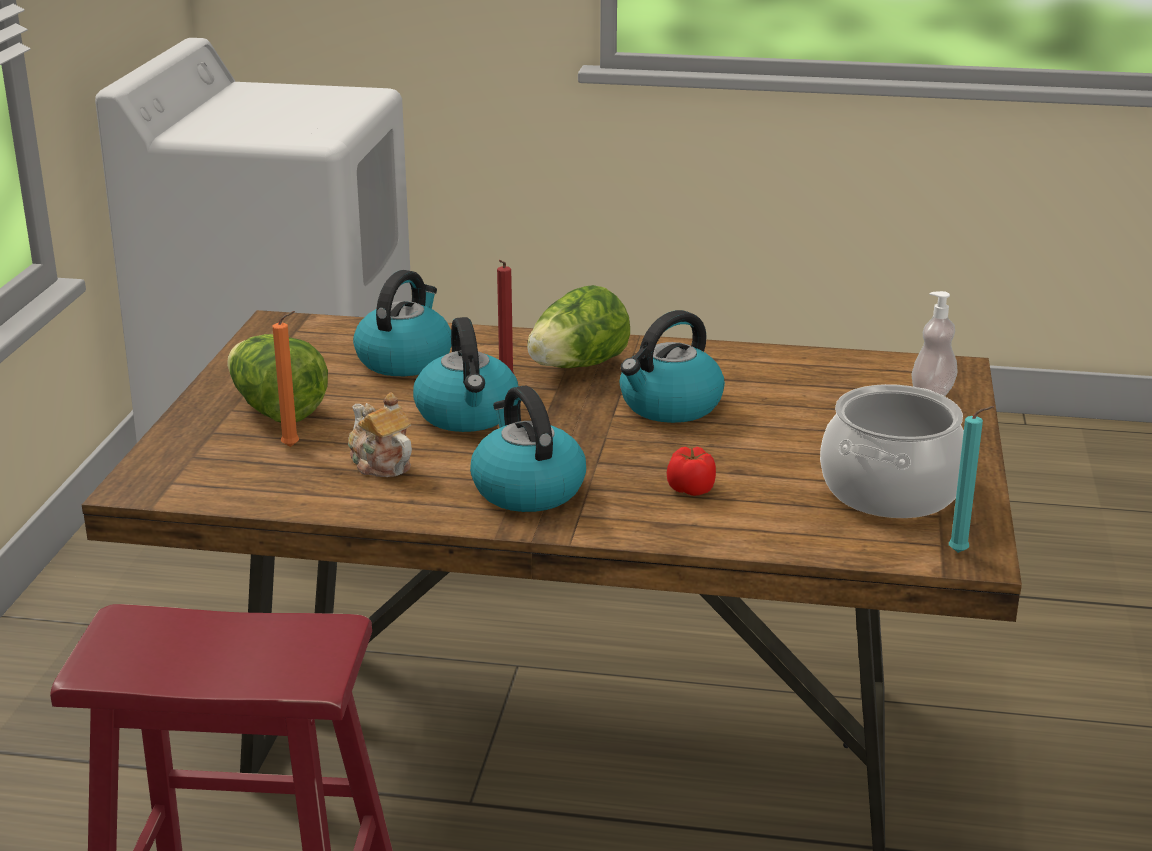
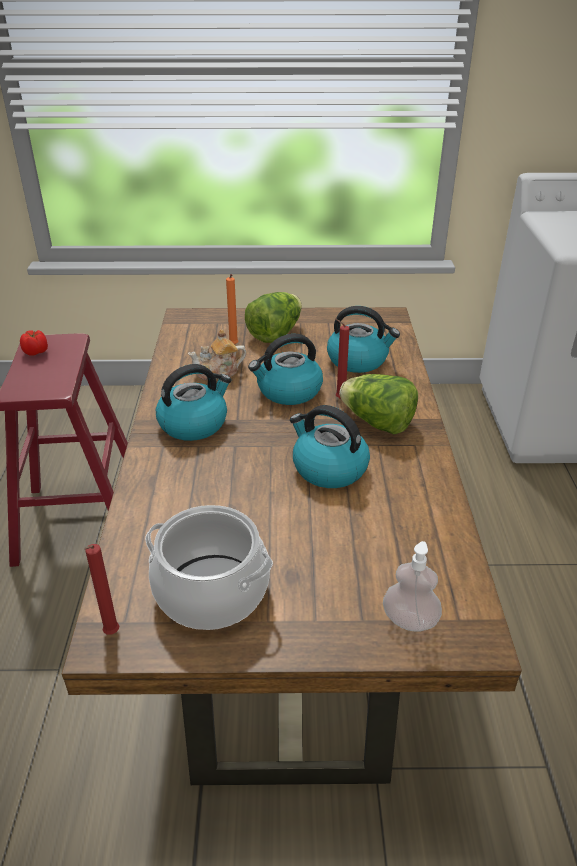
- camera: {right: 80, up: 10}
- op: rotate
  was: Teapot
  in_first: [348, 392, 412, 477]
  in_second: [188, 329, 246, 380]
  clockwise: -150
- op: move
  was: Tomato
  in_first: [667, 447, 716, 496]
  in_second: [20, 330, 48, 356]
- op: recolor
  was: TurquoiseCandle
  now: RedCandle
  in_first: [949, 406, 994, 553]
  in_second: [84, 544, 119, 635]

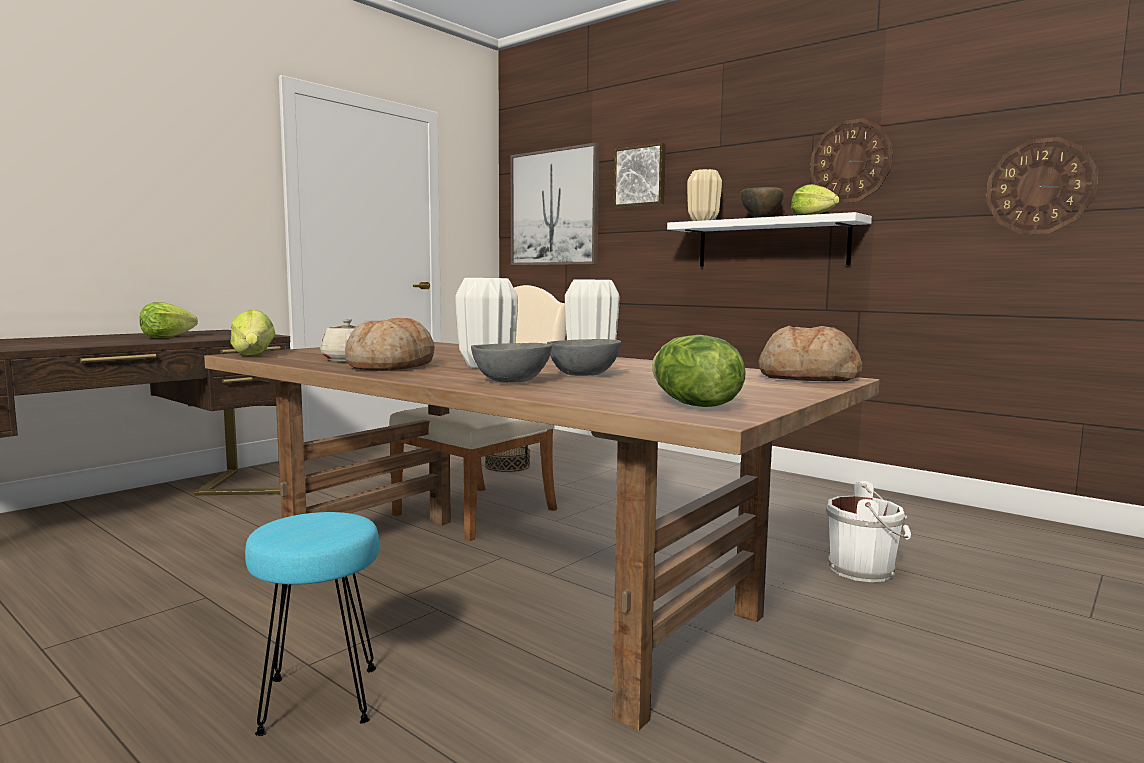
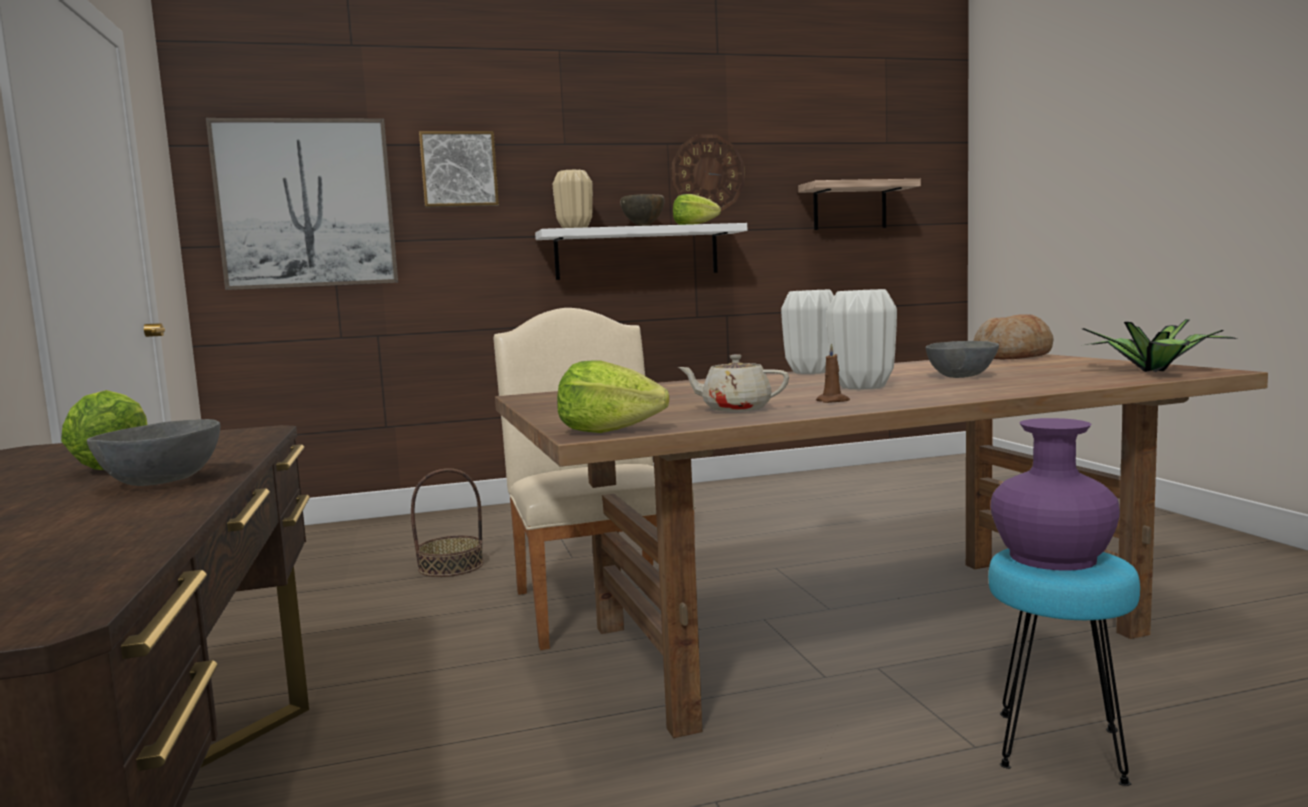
- camera: {right: -55, up: 0}
- op: replace
  was: Bread
  now: BrownCandle
  in_first: [345, 318, 435, 371]
  in_second: [816, 343, 850, 403]
- op: move
  was: GreyBowl
  in_first: [471, 343, 552, 382]
  in_second: [87, 419, 220, 486]
- op: replace
  was: Lettuce
  now: PottedPlant
  in_first: [652, 335, 746, 407]
  in_second: [1081, 319, 1237, 372]
- op: delete
  was: WhiteBucket
  in_first: [826, 481, 911, 582]
- op: replace
  was: WallClock
  now: Shelf
  in_first: [986, 137, 1099, 235]
  in_second: [798, 179, 921, 230]
- op: insert
  now: PurpleVase
  in_second: [990, 418, 1120, 571]

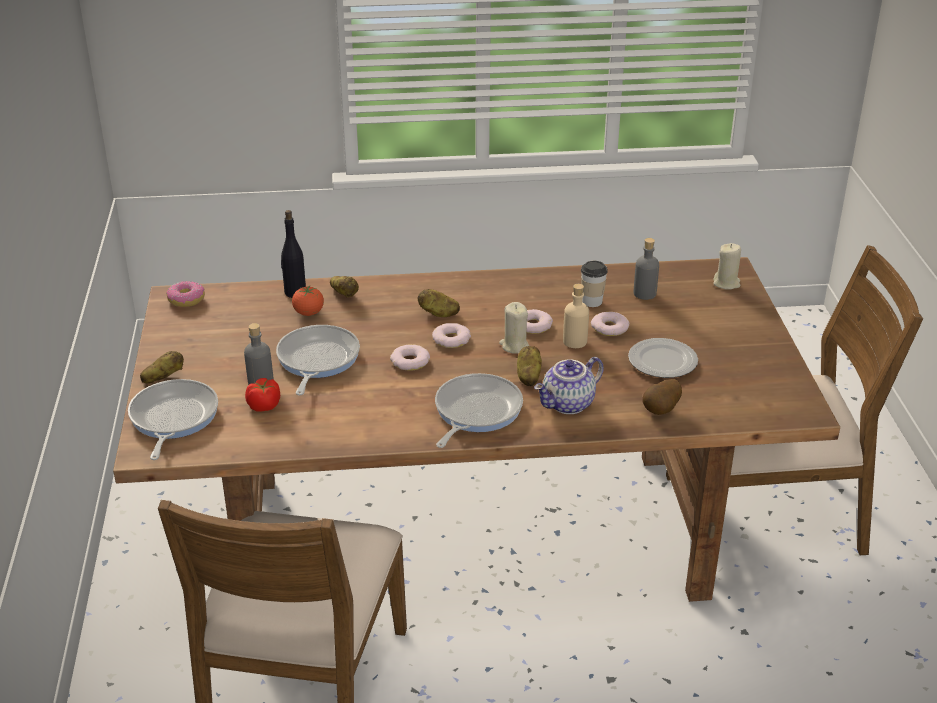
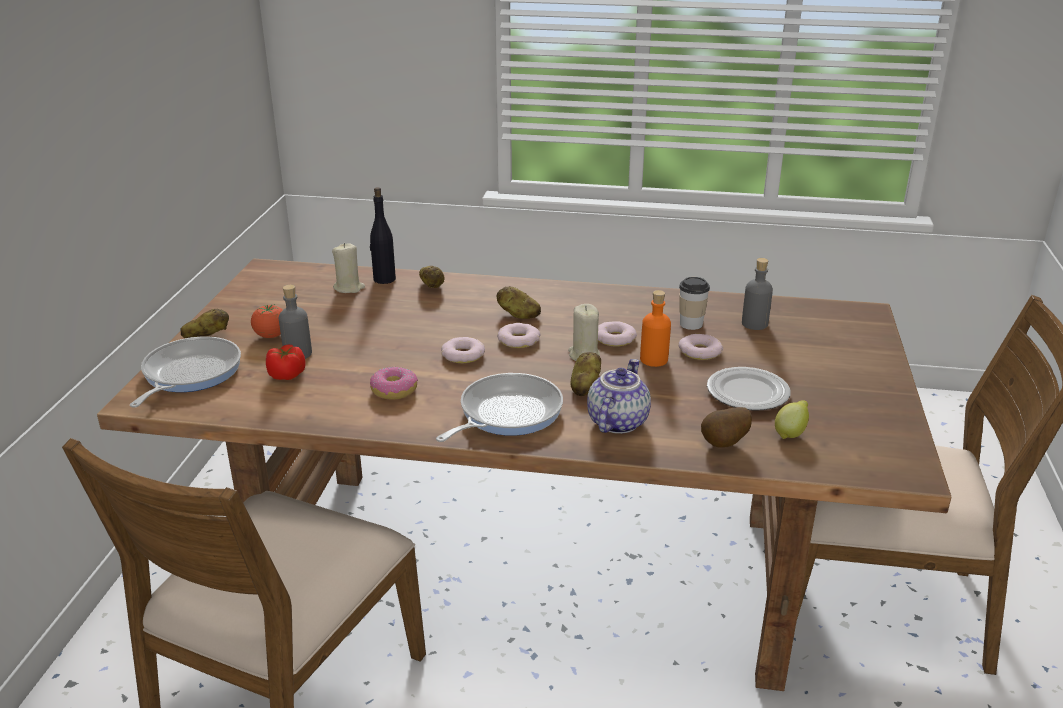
- camera: {right: 15, up: -5}
- op: move
  was: Donut
  in_first: [166, 281, 205, 307]
  in_second: [370, 366, 418, 400]
- op: delete
  was: FryingPan
  in_first: [276, 325, 360, 396]
- op: move
  was: Tomato
  in_first: [292, 285, 324, 316]
  in_second: [251, 304, 283, 338]
- op: rotate
  was: Teapot
  in_first: [534, 357, 604, 414]
  in_second: [587, 359, 651, 434]
  clockwise: 135
- op: recolor
  was: BeigeBottle
  now: OrangeBottle
  in_first: [563, 284, 589, 348]
  in_second: [640, 290, 671, 367]
- op: move
  was: BeigeCandle
  in_first: [713, 243, 741, 289]
  in_second: [332, 243, 365, 293]
- op: insert
  now: Lemon
  in_second: [775, 400, 809, 439]

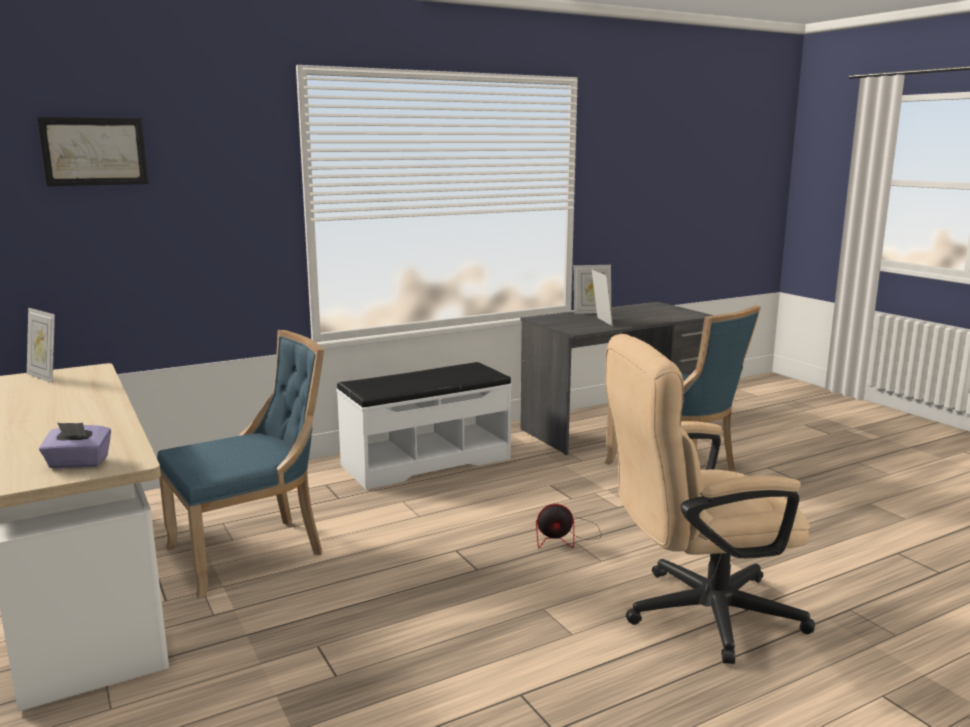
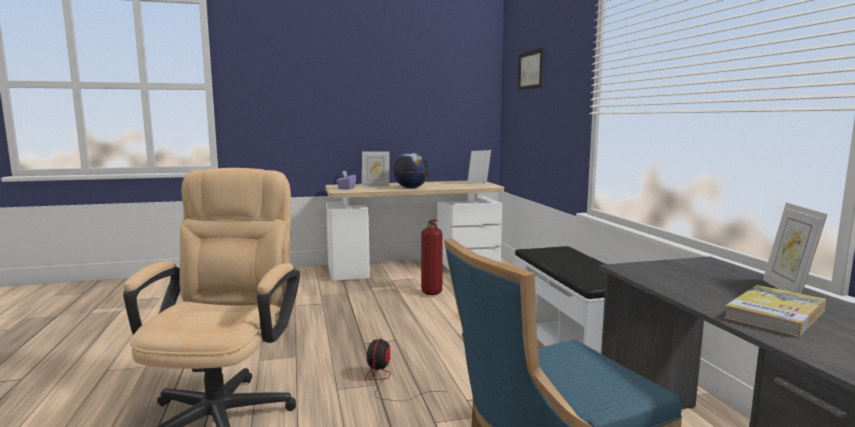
- camera: {right: 105, up: -5}
- op: replace
  was: BlueChair
  now: FireExtinguisher
  in_first: [157, 330, 324, 598]
  in_second: [421, 219, 443, 295]
- op: move
  was: PictureFrame
  in_first: [592, 270, 613, 326]
  in_second: [362, 151, 390, 186]
- op: insert
  now: Globe
  in_second: [393, 153, 429, 188]
- op: insert
  now: Book
  in_second: [724, 285, 826, 337]

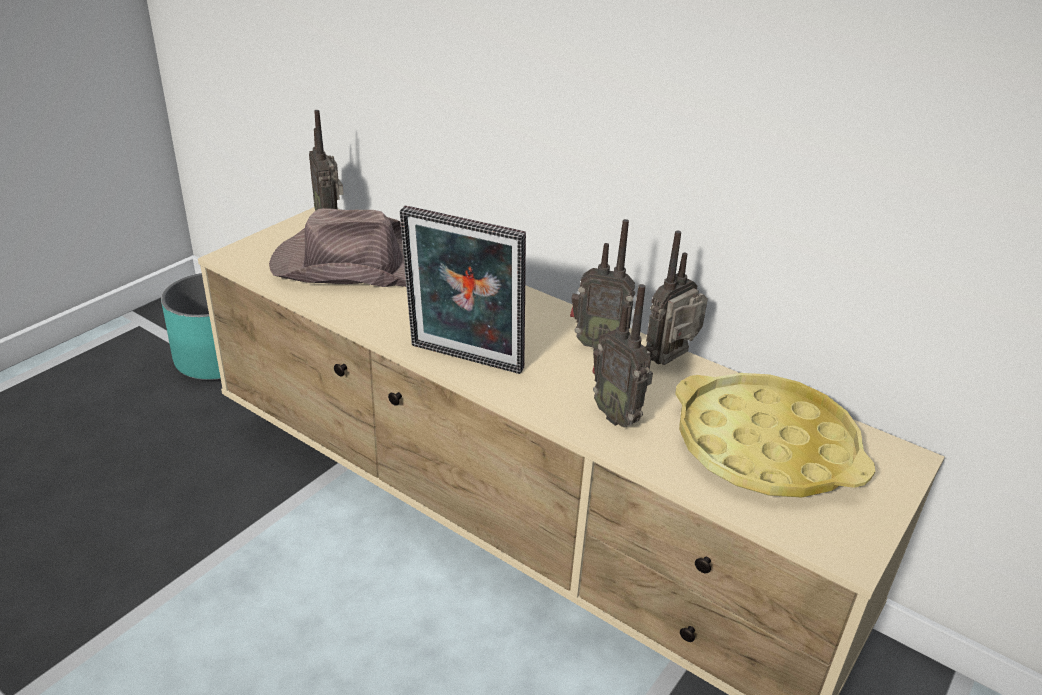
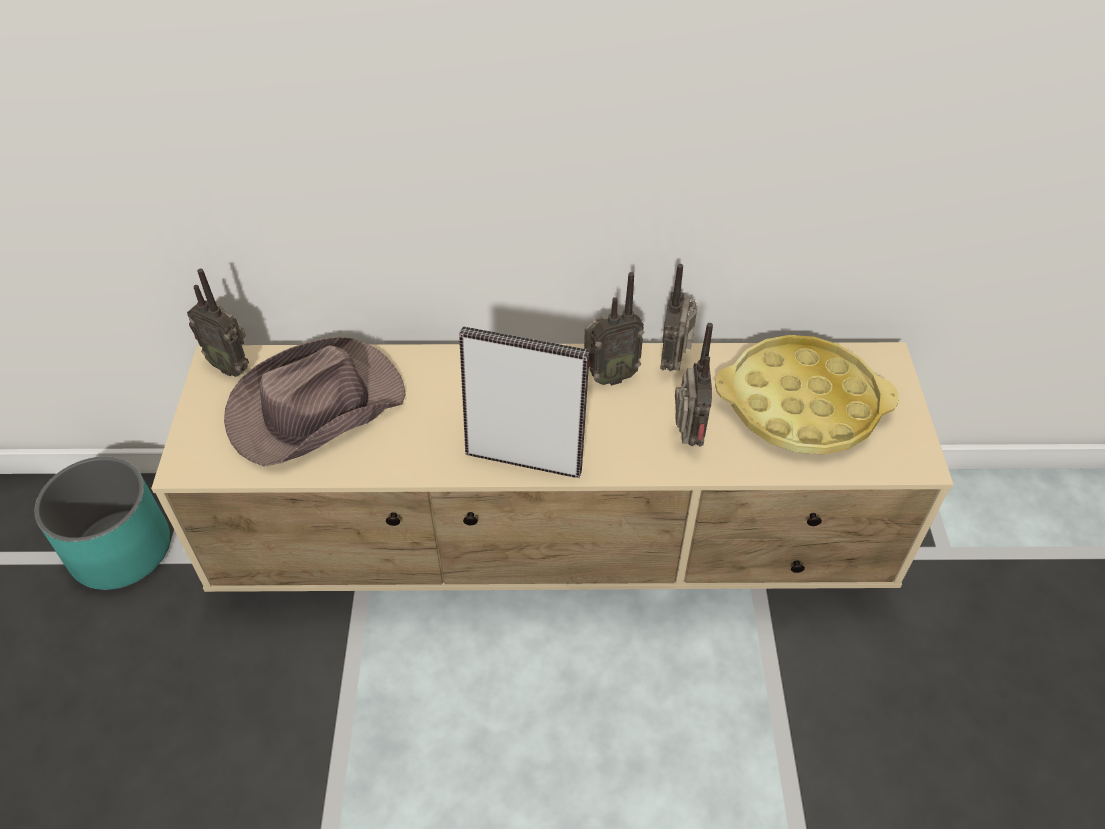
- camera: {right: -35, up: 15}
- op: rotate
  was: PictureFrame
  in_first: [400, 206, 526, 374]
  in_second: [459, 327, 590, 478]
  clockwise: -150
- op: rotate
  was: Radio
  in_first: [592, 284, 653, 427]
  in_second: [675, 323, 713, 447]
  clockwise: -105

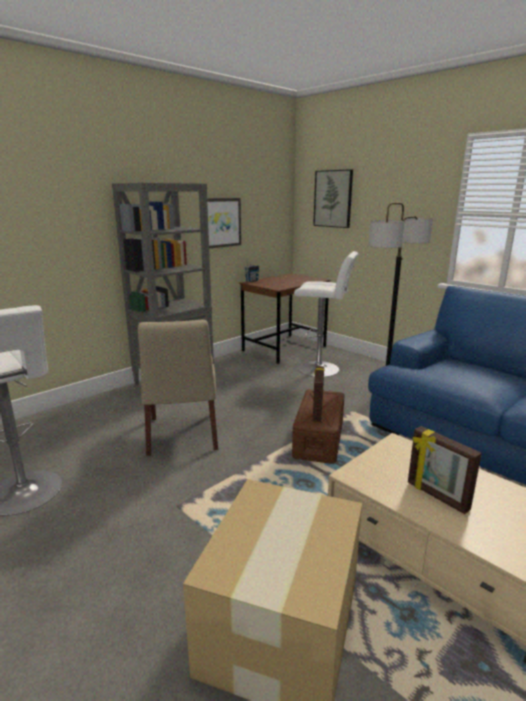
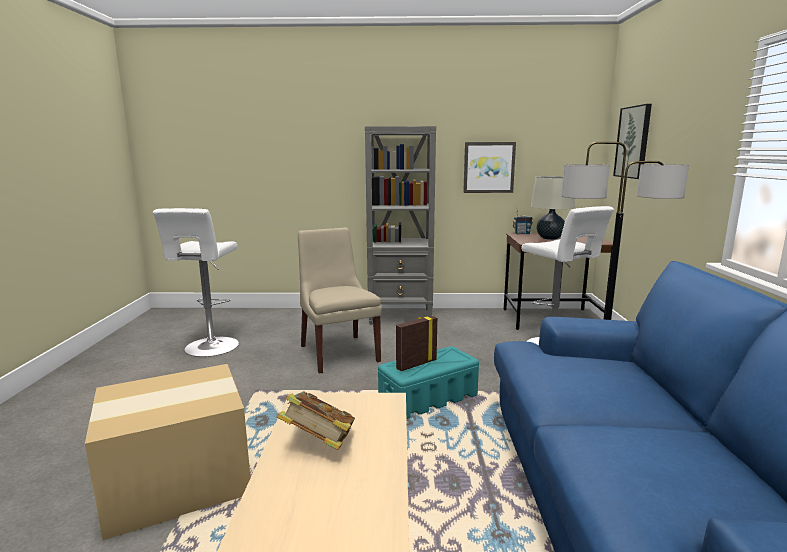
- camera: {right: 45, up: -5}
- op: rotate
  was: BeigeChair
  in_first: [138, 320, 218, 456]
  in_second: [298, 227, 382, 374]
  clockwise: 120
- op: recolor
  was: BrownStorageBox
  now: TurquoiseStorageBox
  in_first: [292, 389, 345, 464]
  in_second: [378, 346, 479, 419]
- op: replace
  was: PictureFrame
  now: Book
  in_first: [408, 426, 482, 514]
  in_second: [276, 391, 355, 450]
- op: insert
  now: BeigeTableLamp
  in_second: [531, 176, 575, 240]

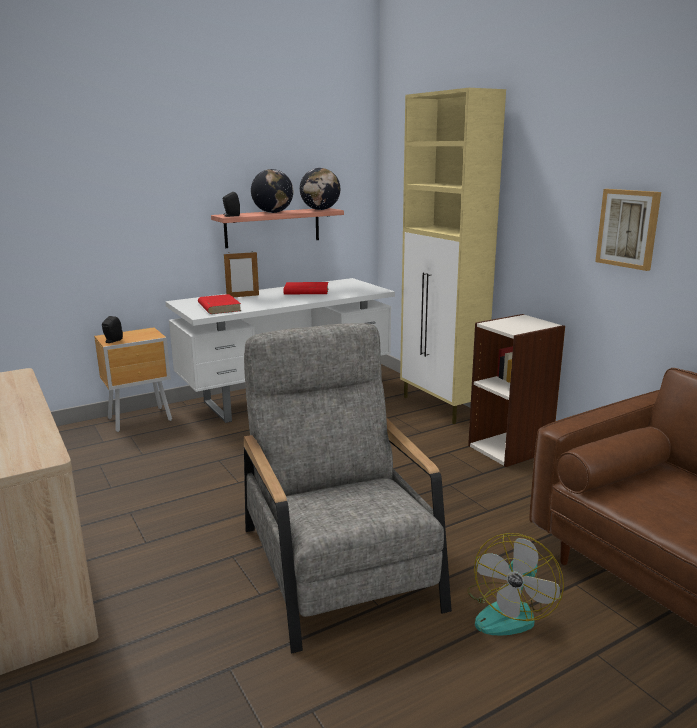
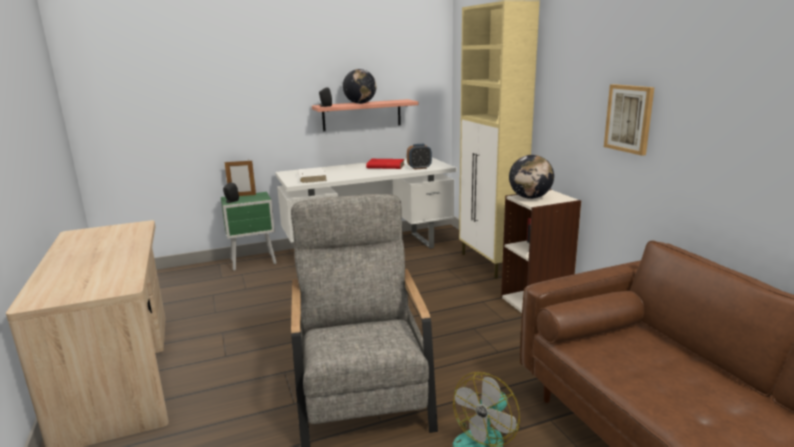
- camera: {right: 10, up: 0}
- op: recolor
  was: BrownNightstand
  now: GreenNightstand
  in_first: [94, 327, 172, 432]
  in_second: [221, 192, 277, 271]
- op: recolor
  was: RedBook
  now: WhiteBook
  in_first: [198, 294, 241, 314]
  in_second: [298, 167, 327, 183]
- op: move
  was: PictureFrame
  in_first: [224, 252, 259, 297]
  in_second: [224, 161, 256, 196]
- op: move
  was: Globe
  in_first: [300, 168, 340, 210]
  in_second: [509, 155, 554, 199]
- op: insert
  now: AlarmClock
  in_second: [407, 144, 432, 170]

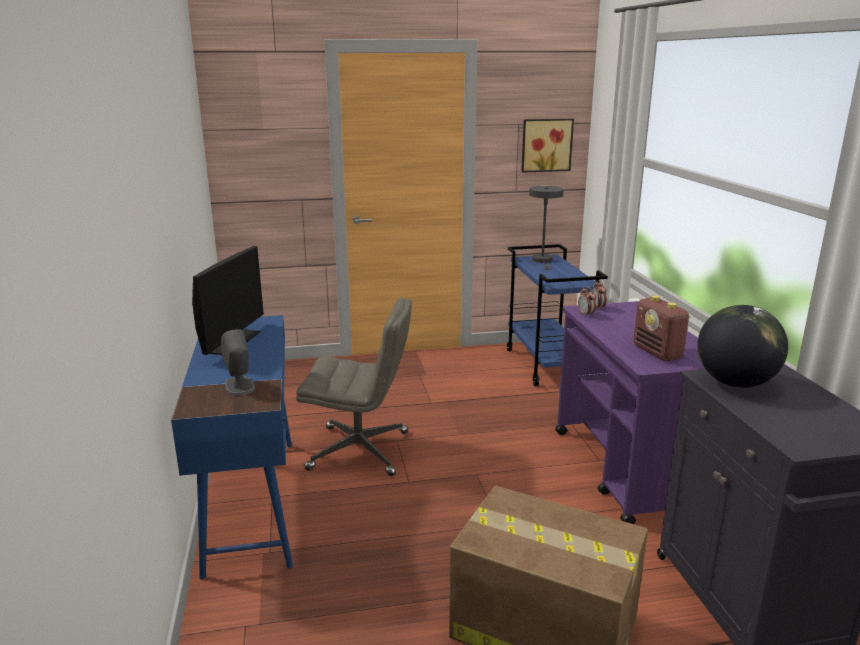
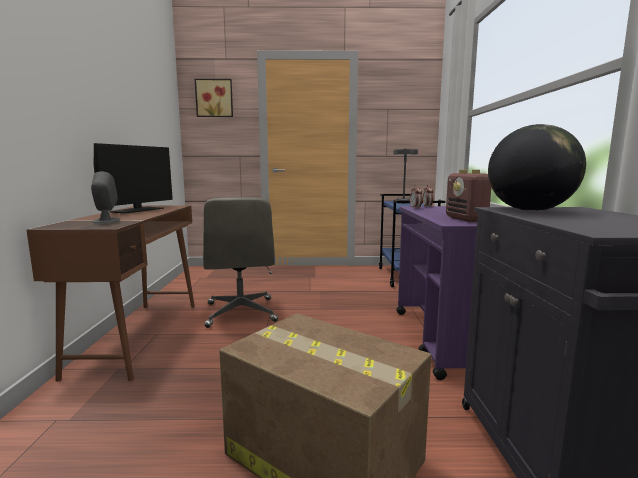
- camera: {right: 10, up: -10}
- op: recolor
  was: BlueDesk
  now: BrownDesk
  in_first: [171, 315, 293, 580]
  in_second: [26, 205, 195, 382]
- op: rotate
  was: GreyOfficeChair
  in_first: [296, 298, 412, 476]
  in_second: [203, 197, 278, 328]
  clockwise: 60
- op: move
  was: Picture
  in_first: [521, 119, 574, 173]
  in_second: [195, 79, 233, 117]

